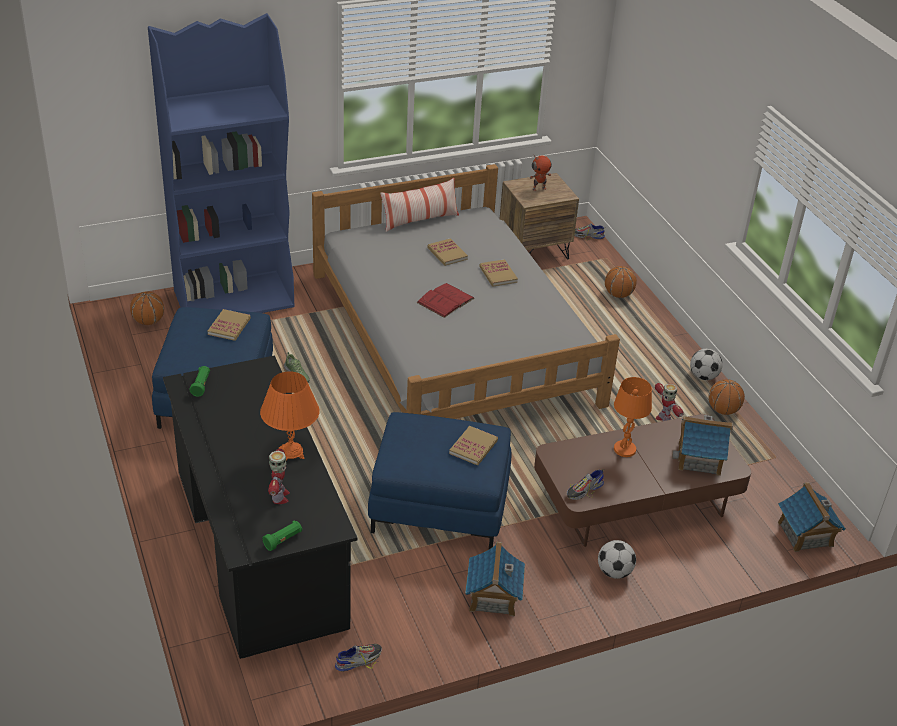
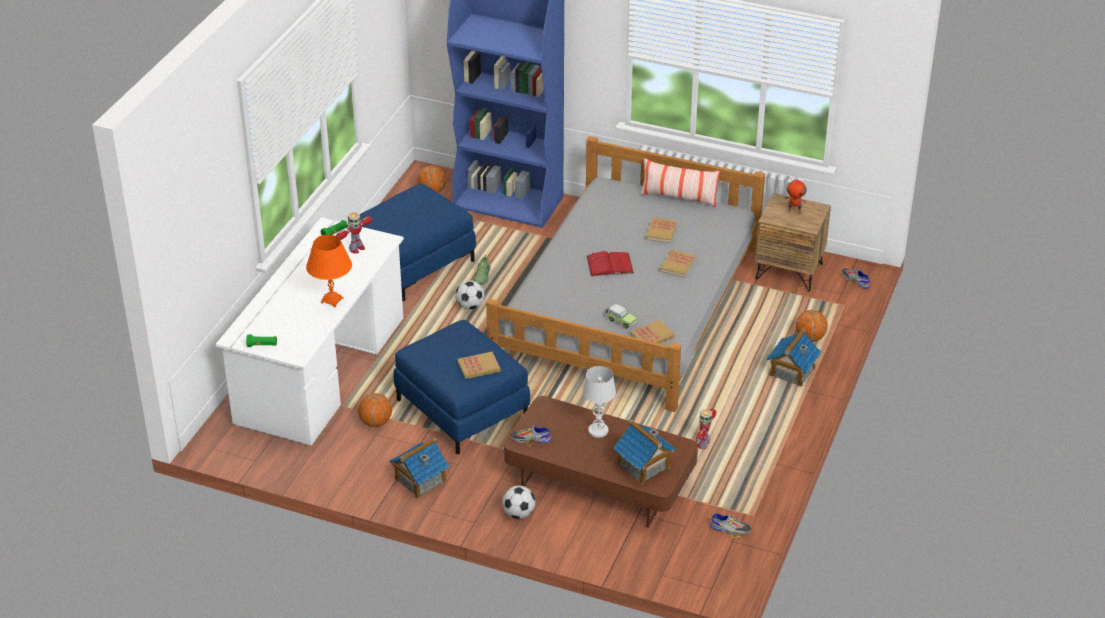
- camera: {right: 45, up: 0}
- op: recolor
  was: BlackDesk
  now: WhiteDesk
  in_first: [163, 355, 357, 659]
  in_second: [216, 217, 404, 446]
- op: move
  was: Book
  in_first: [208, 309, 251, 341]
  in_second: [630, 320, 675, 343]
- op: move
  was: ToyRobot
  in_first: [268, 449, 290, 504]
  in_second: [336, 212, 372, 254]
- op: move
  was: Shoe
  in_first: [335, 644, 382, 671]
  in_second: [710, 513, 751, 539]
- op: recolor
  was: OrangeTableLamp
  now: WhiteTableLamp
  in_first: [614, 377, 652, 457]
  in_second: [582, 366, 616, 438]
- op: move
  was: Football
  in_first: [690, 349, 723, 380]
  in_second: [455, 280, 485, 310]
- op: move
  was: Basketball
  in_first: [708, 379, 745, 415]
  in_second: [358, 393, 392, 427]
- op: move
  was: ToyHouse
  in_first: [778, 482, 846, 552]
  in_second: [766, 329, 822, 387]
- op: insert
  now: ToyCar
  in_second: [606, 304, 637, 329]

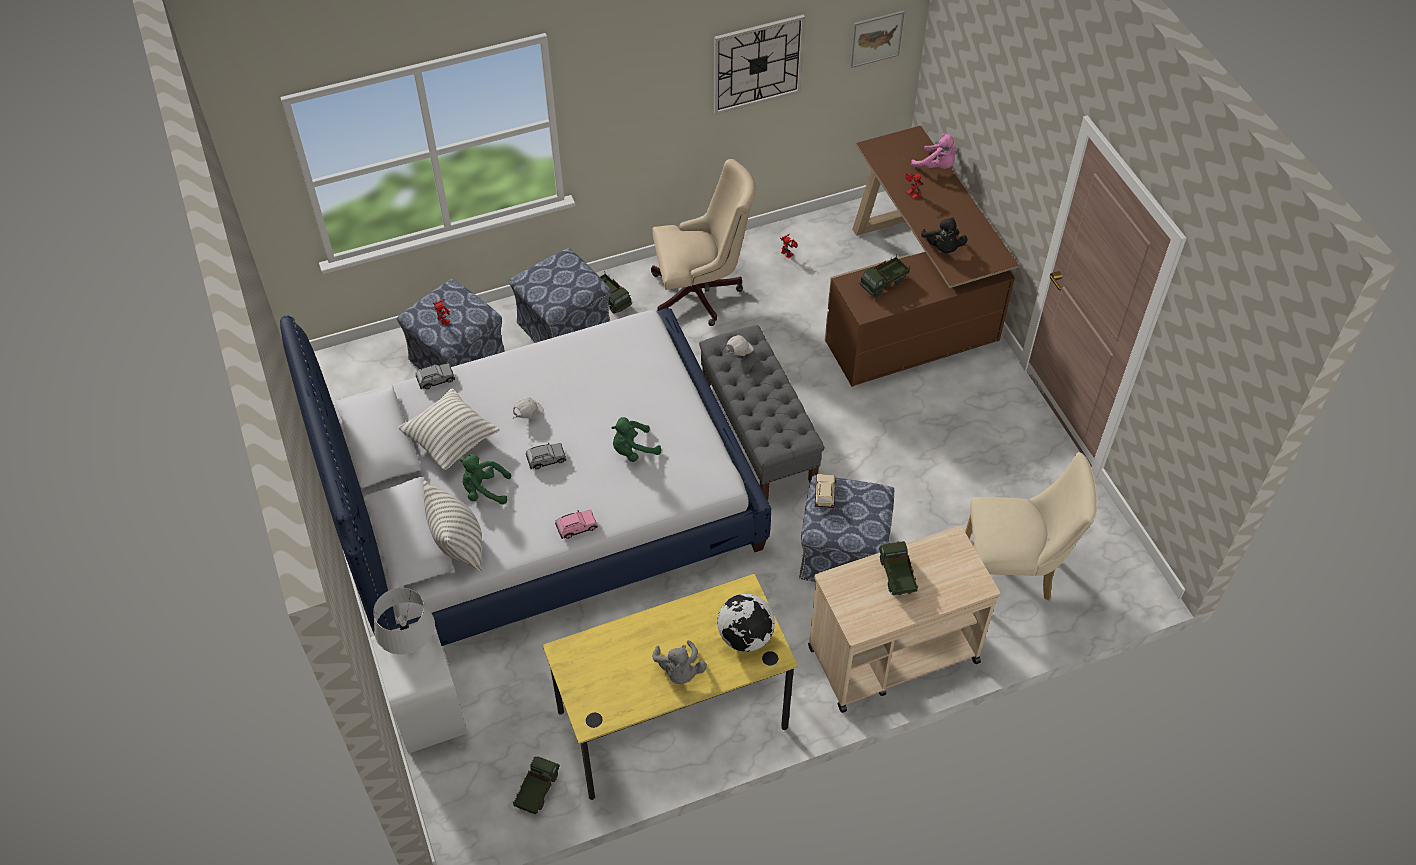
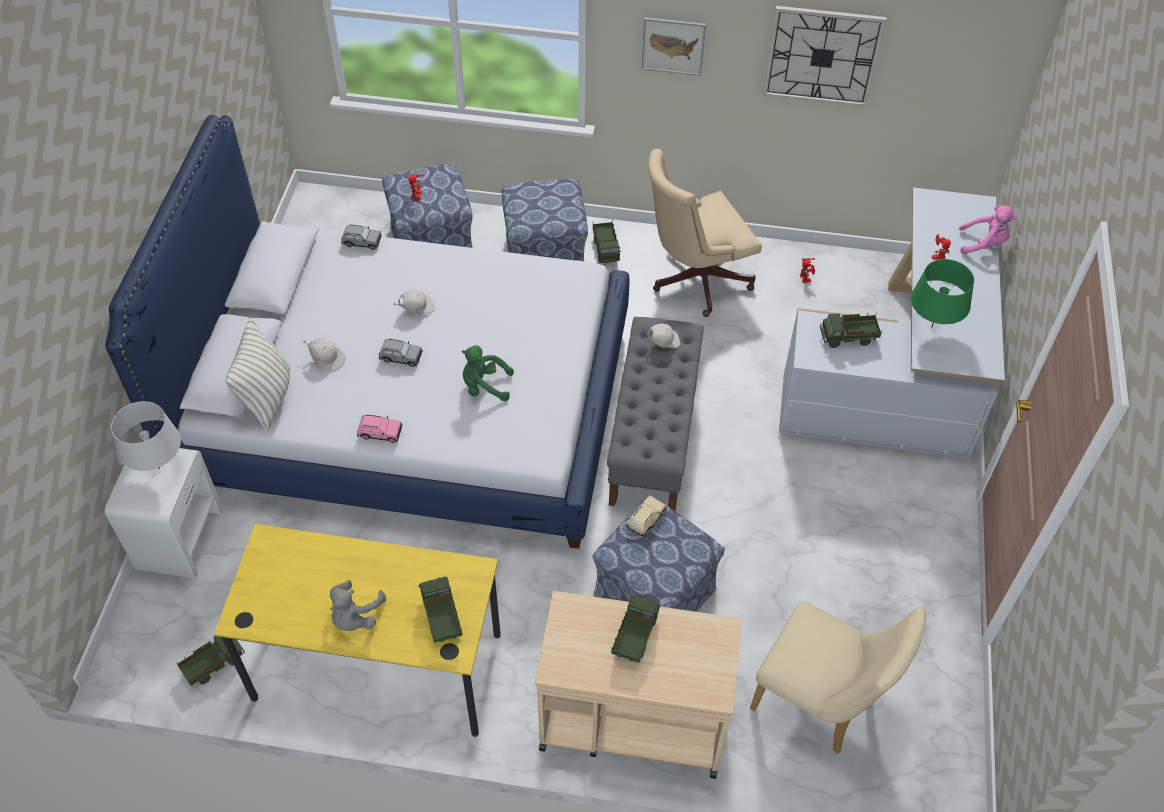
- camera: {right: 30, up: 0}
- op: delete
  was: Pillow
  in_first: [398, 388, 500, 470]
- op: replace
  was: GreenPlushToy
  now: WhiteCap
  in_first: [460, 454, 511, 504]
  in_second: [304, 338, 346, 371]
- op: rotate
  was: BeigeOfficeChair
  in_first: [651, 159, 756, 326]
  in_second: [648, 149, 762, 317]
  clockwise: 135
- op: replace
  was: Globe
  now: ToyTruck
  in_first: [717, 594, 775, 652]
  in_second: [418, 576, 463, 643]
- op: recolor
  was: BrownDesk
  now: WhiteDesk
  in_first: [825, 126, 1019, 387]
  in_second: [779, 187, 1005, 459]
- op: move
  was: Picture
  in_first: [850, 11, 905, 68]
  in_second: [641, 17, 706, 76]
- op: rotate
  was: PinkPlushToy
  in_first: [911, 133, 956, 168]
  in_second: [959, 205, 1017, 254]
  clockwise: -60
- op: replace
  was: BlackPlushToy
  now: GreenTableLamp
  in_first: [921, 217, 967, 253]
  in_second: [911, 259, 974, 328]

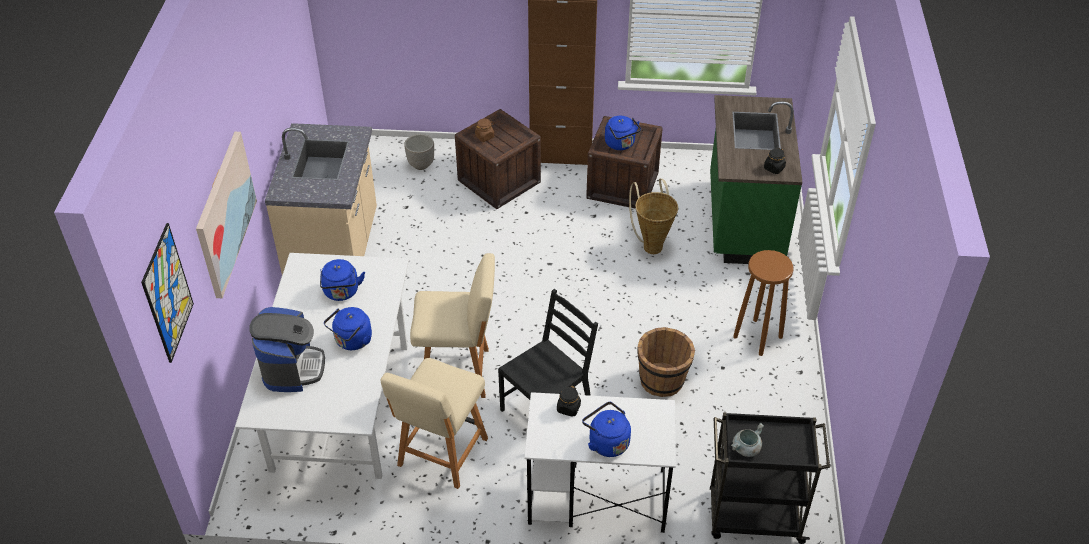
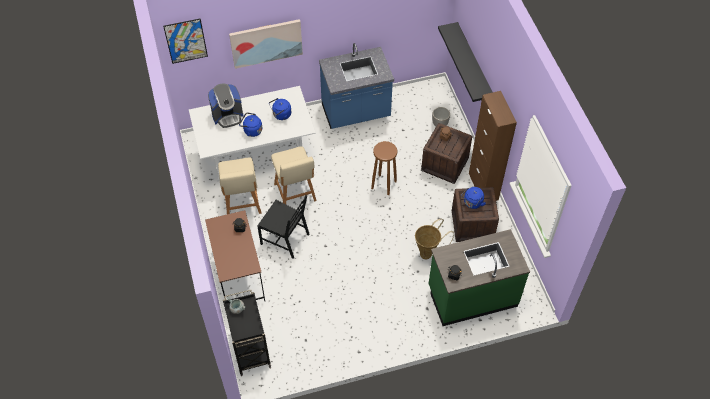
- camera: {right: 70, up: 10}
- op: recolor
  was: BeigeCounter
  now: BlueCounter
  in_first: [265, 123, 377, 275]
  in_second: [319, 43, 394, 129]
- op: rotate
  was: BeigeChair
  in_first: [381, 358, 488, 489]
  in_second: [218, 158, 262, 214]
  clockwise: -105
- op: recolor
  was: WhiteDesk
  now: BrownDesk
  in_first: [524, 392, 676, 533]
  in_second: [205, 210, 265, 301]
- op: delete
  was: BlueKettle
  in_first: [582, 402, 631, 457]
- op: delete
  was: BrownBucket
  in_first: [637, 327, 695, 397]
- op: move
  was: BrownStool
  in_first: [733, 250, 793, 356]
  in_second: [371, 141, 397, 195]
- op: insert
  now: BlackShelf
  in_second: [438, 22, 493, 102]

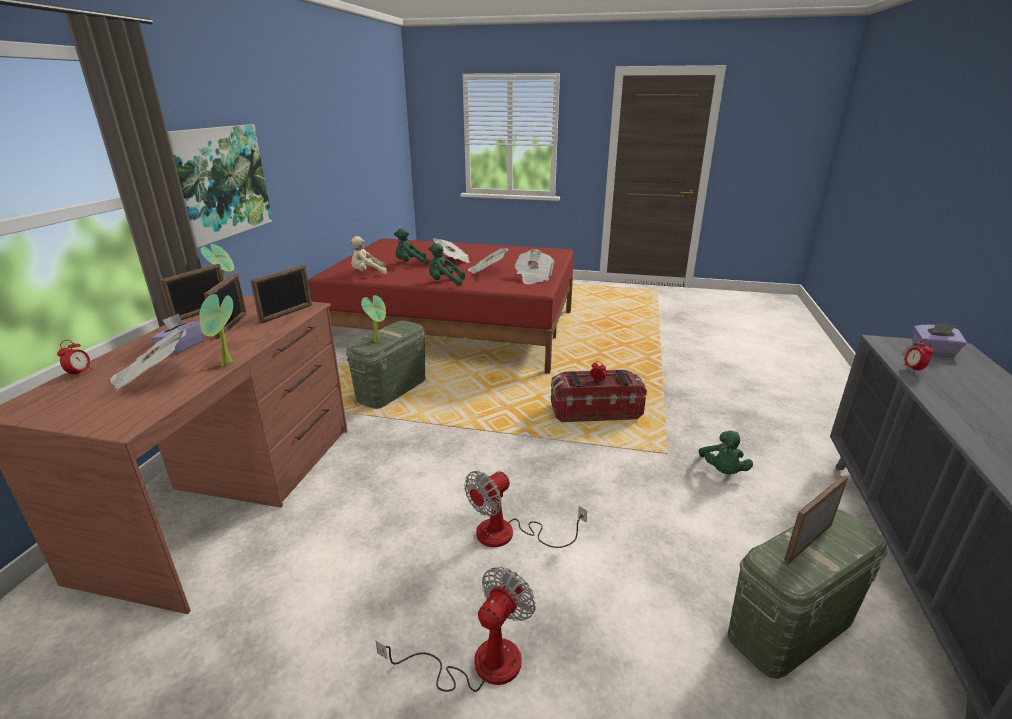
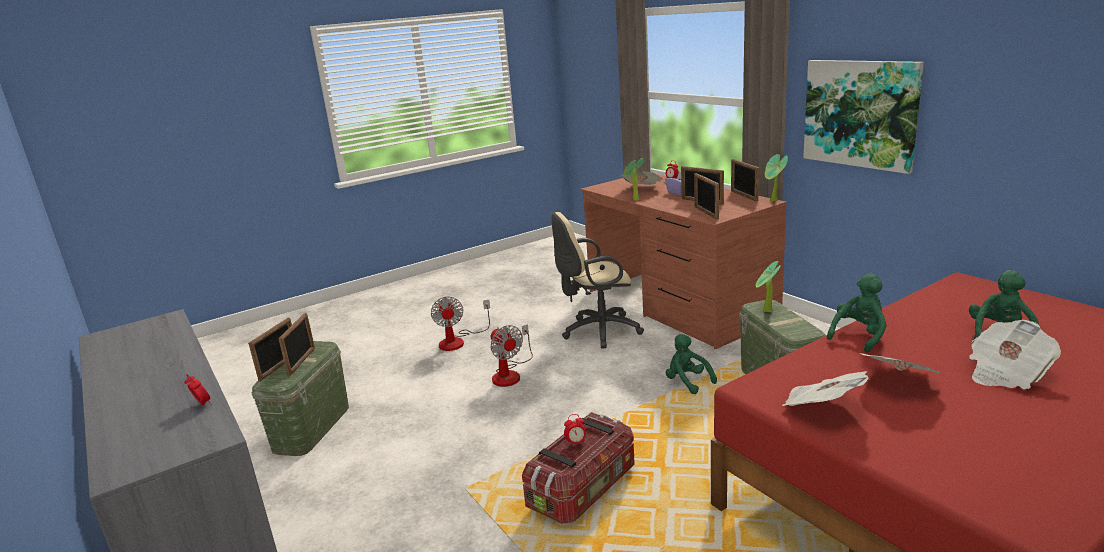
- camera: {right: 135, up: -5}
- op: delete
  was: BeigePlushToy
  in_first: [349, 236, 387, 274]
- op: rotate
  was: Fan
  in_first: [464, 471, 587, 548]
  in_second: [490, 324, 533, 387]
  clockwise: 150
- op: move
  was: GreenPlushToy
  in_first: [699, 430, 753, 474]
  in_second: [666, 334, 717, 394]
- op: delete
  was: PurpleTissueBox
  in_first: [913, 323, 967, 355]
- op: insert
  now: PictureFrame
  in_second: [248, 318, 292, 381]
- op: insert
  now: BeigeOfficeChair
  in_second: [551, 212, 644, 348]

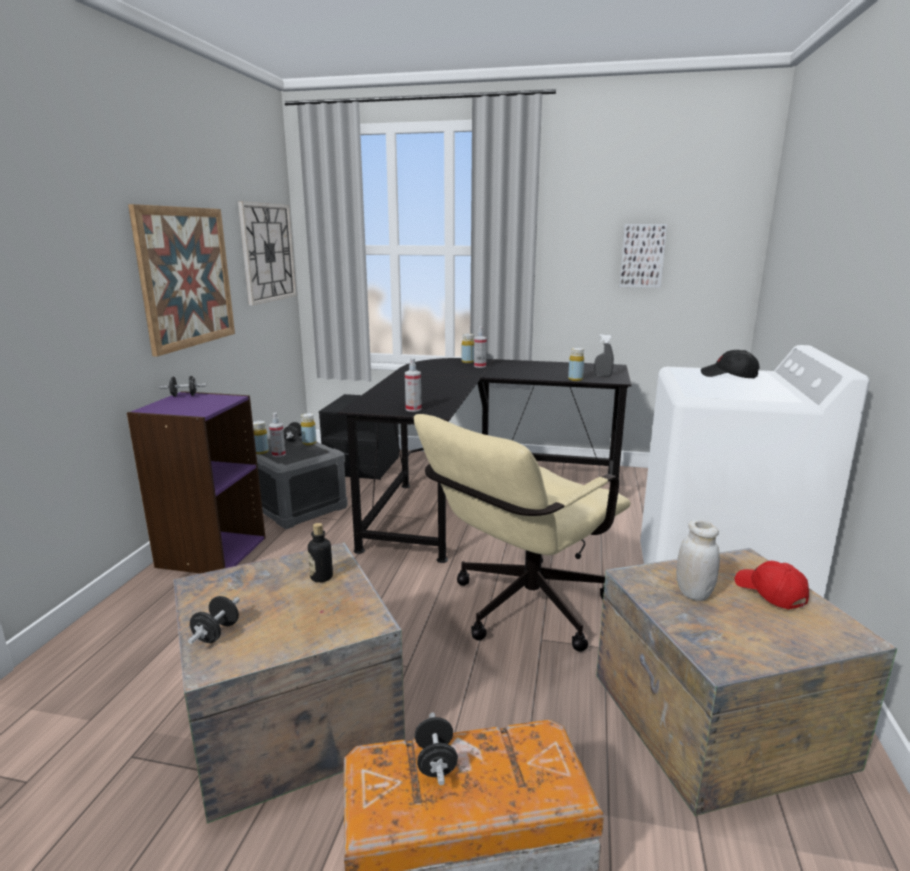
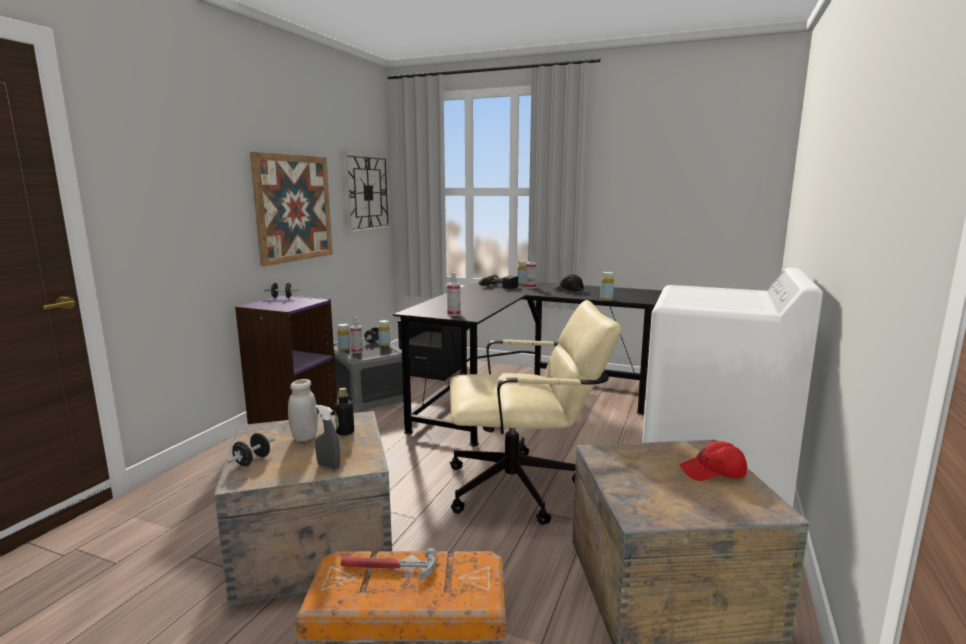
- camera: {right: 10, up: -5}
- op: rotate
  was: BeigeOfficeChair
  in_first: [414, 414, 631, 652]
  in_second: [450, 300, 621, 525]
  clockwise: -150
- op: replace
  was: BlackDumbbell
  now: Hammer
  in_first: [415, 712, 458, 785]
  in_second: [341, 548, 437, 580]
- op: move
  was: GreySprayBottle
  in_first: [594, 334, 614, 377]
  in_second: [315, 405, 340, 470]
- op: delete
  was: Picture
  in_first: [619, 224, 667, 288]
- op: move
  was: WhiteJar
  in_first: [676, 520, 720, 601]
  in_second: [288, 379, 318, 441]
- op: move
  was: BlackCap
  in_first: [701, 350, 760, 378]
  in_second: [552, 274, 583, 291]
- op: rotate
  was: RedCap
  in_first: [734, 561, 809, 609]
  in_second: [680, 441, 747, 481]
  clockwise: -75
- op: insert
  now: PowerDrill
  in_second: [478, 275, 518, 289]

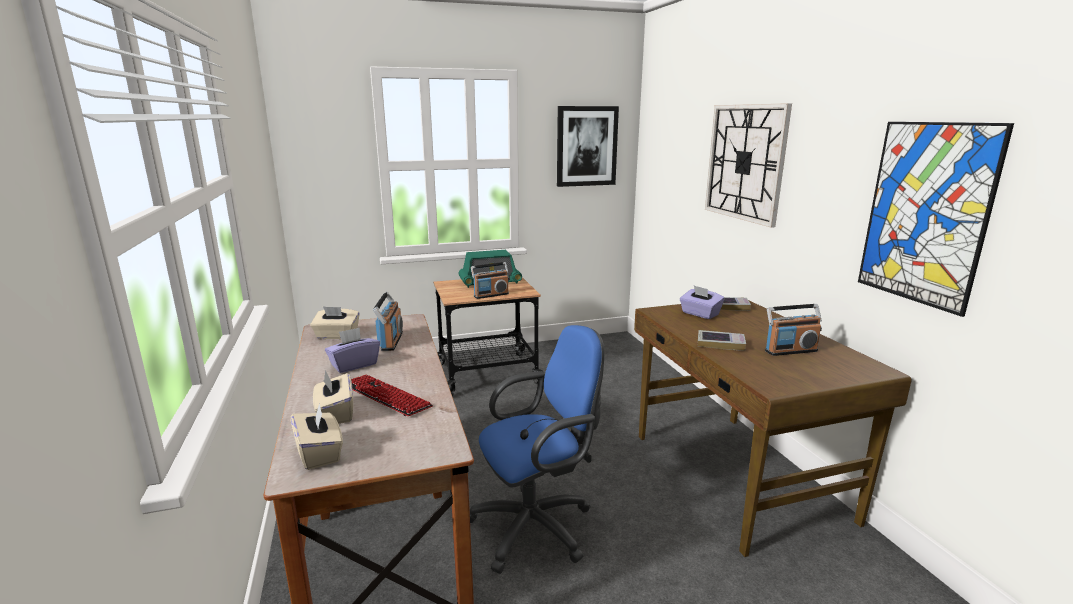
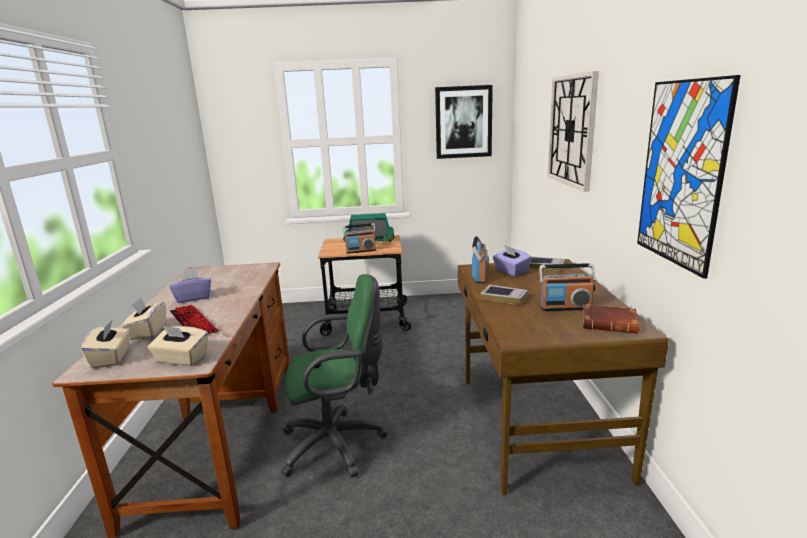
- camera: {right: 15, up: 0}
- op: move
  was: BeigeTissueBox
  in_first: [310, 306, 360, 339]
  in_second: [148, 325, 208, 366]
- op: move
  was: Radio
  in_first: [373, 292, 403, 351]
  in_second: [472, 236, 489, 283]
- op: recolor
  was: BlueOfficeChair
  now: GreenOfficeChair
  in_first: [470, 325, 604, 574]
  in_second: [281, 274, 388, 478]
- op: insert
  now: BrownBook
  in_second: [583, 304, 639, 334]

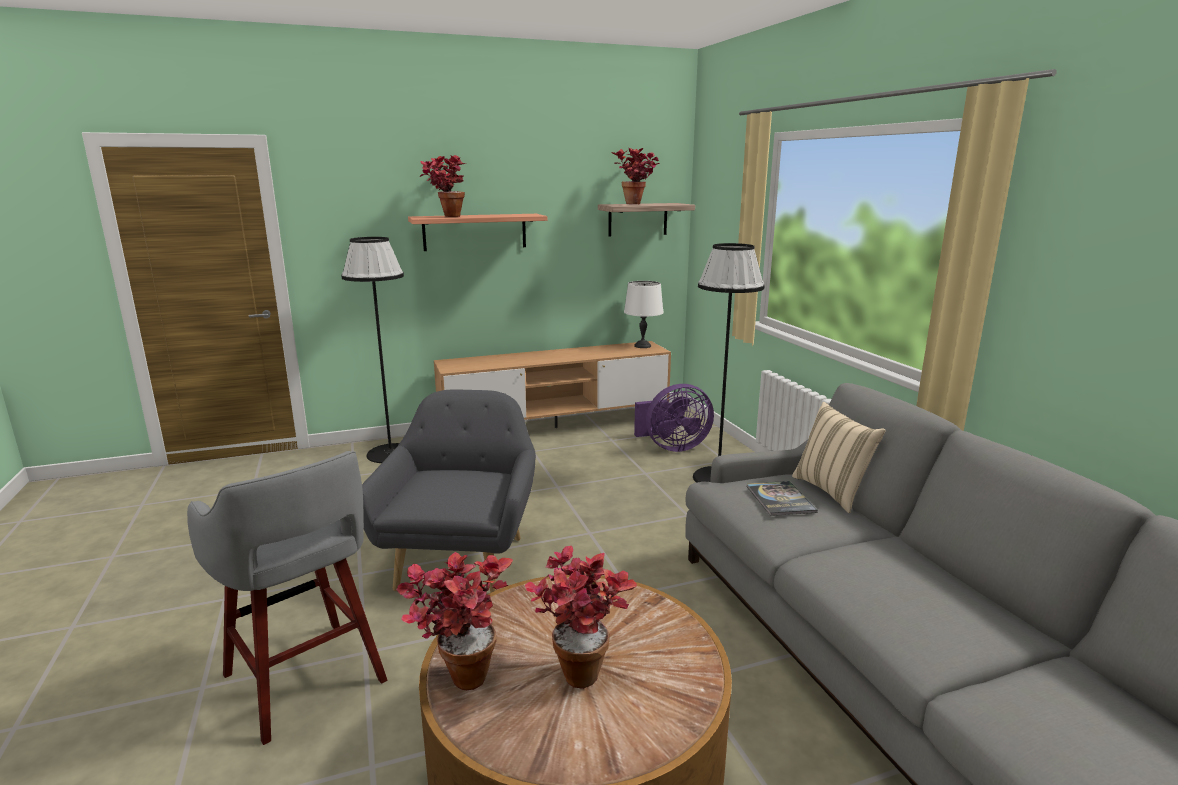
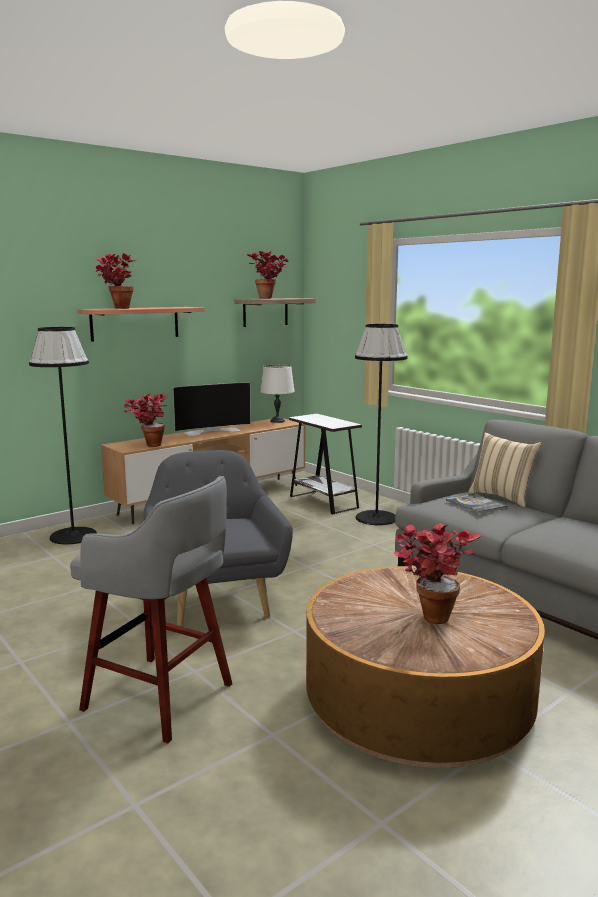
- camera: {right: -20, up: -5}
- op: move
  was: PottedPlant
  in_first: [396, 552, 513, 690]
  in_second: [124, 394, 168, 447]
- op: replace
  was: PurpleFan
  now: WhiteSideTable
  in_first: [634, 384, 714, 452]
  in_second: [289, 414, 362, 514]
- op: insert
  now: Television
  in_second: [173, 382, 251, 436]

